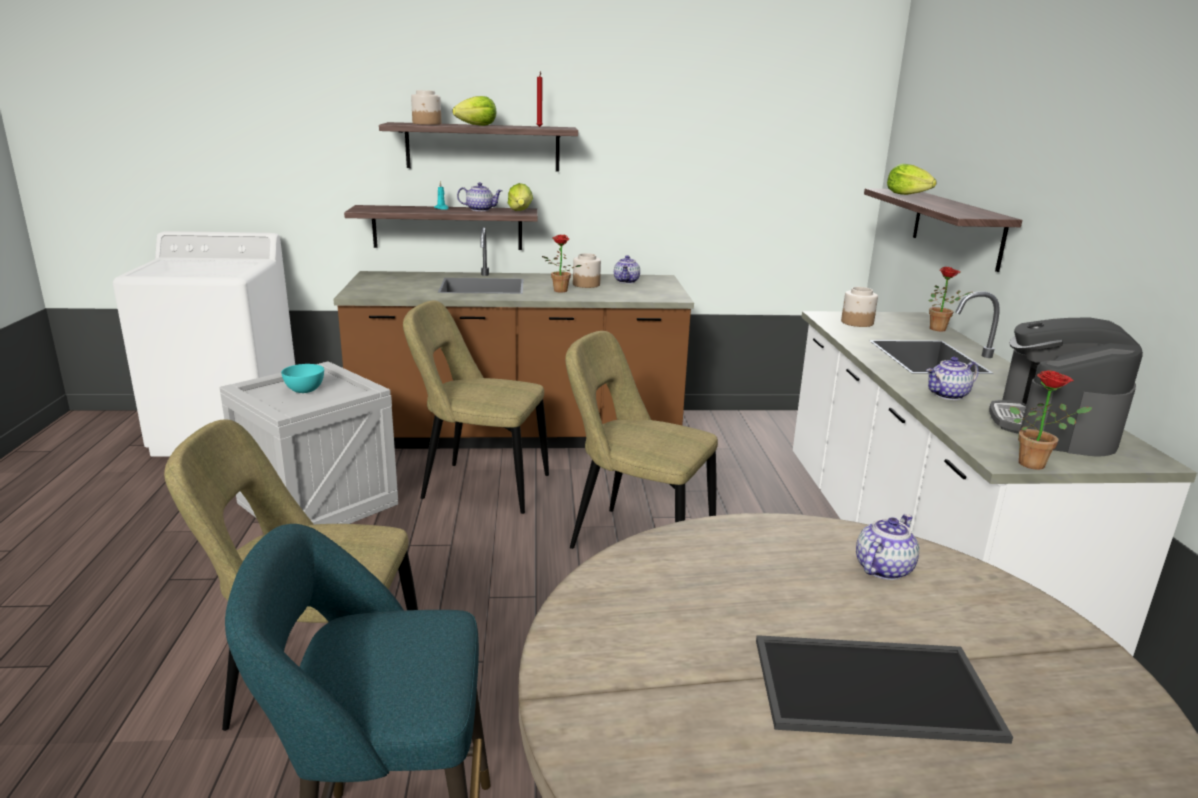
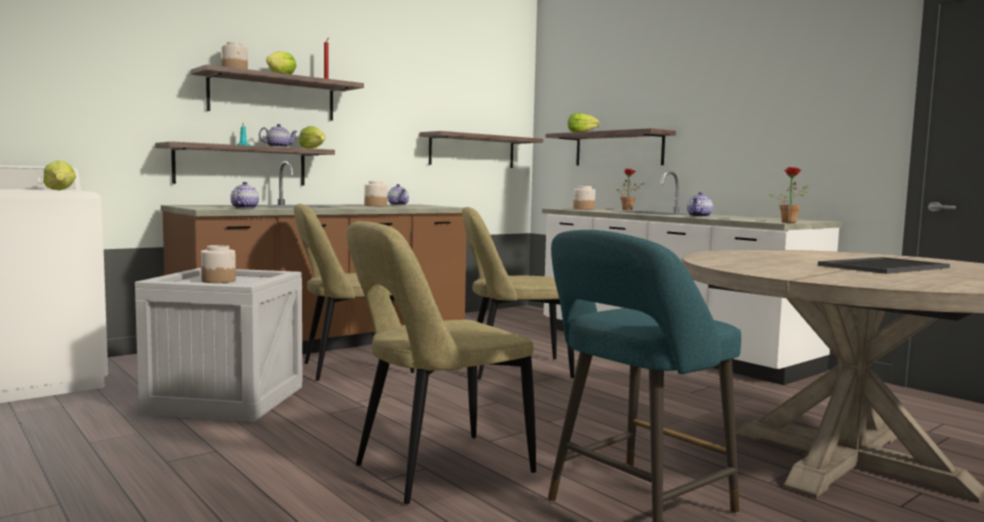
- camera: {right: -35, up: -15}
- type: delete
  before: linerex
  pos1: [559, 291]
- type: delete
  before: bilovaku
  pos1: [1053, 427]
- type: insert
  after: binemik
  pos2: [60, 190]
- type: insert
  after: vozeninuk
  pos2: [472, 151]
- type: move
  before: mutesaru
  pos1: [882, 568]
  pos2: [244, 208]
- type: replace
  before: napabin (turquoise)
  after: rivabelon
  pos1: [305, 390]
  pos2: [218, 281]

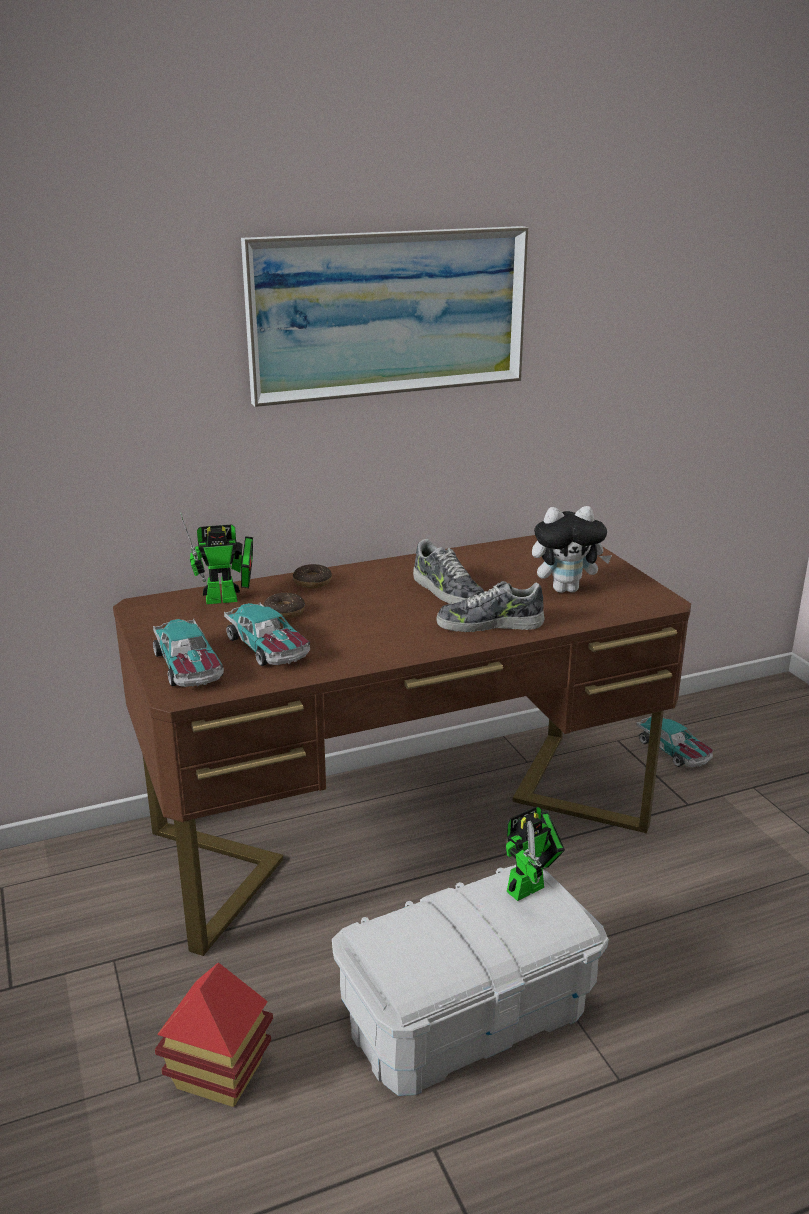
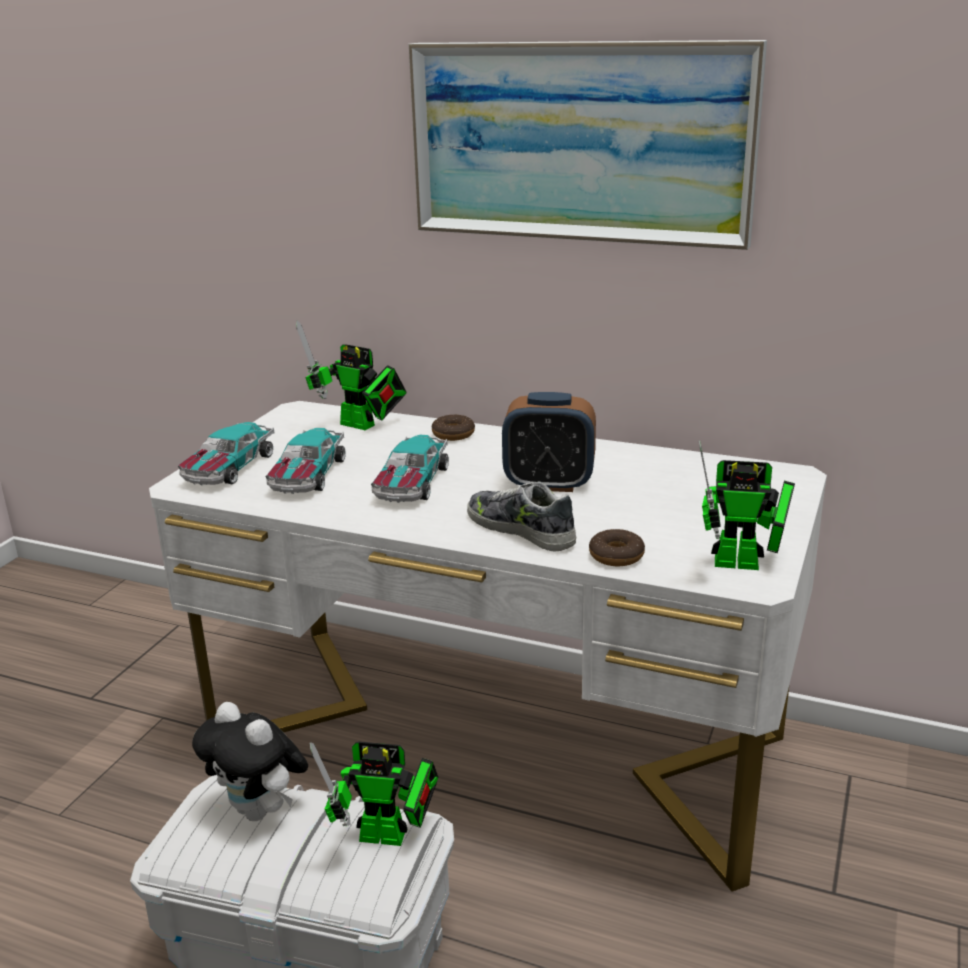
- camera: {right: 45, up: 0}
- type: delete
  before: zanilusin
  pos1: [219, 1075]
- type: insert
  after: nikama
  pos2: [744, 564]
- type: move
  before: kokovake
  pos1: [284, 612]
  pos2: [616, 556]
- type: move
  before: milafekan
  pos1: [566, 589]
  pos2: [260, 811]
- type: move
  before: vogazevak
  pos1: [674, 751]
  pos2: [411, 484]
- type: replace
  before: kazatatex
  after: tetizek
  pos1: [447, 591]
  pos2: [549, 484]
- type: recolor
  before: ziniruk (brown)
  after: ziniruk (white)
  pos1: [403, 830]
  pos2: [493, 741]

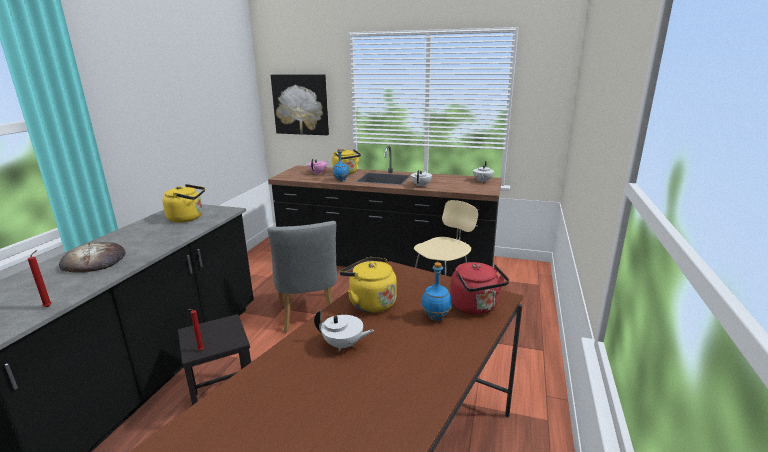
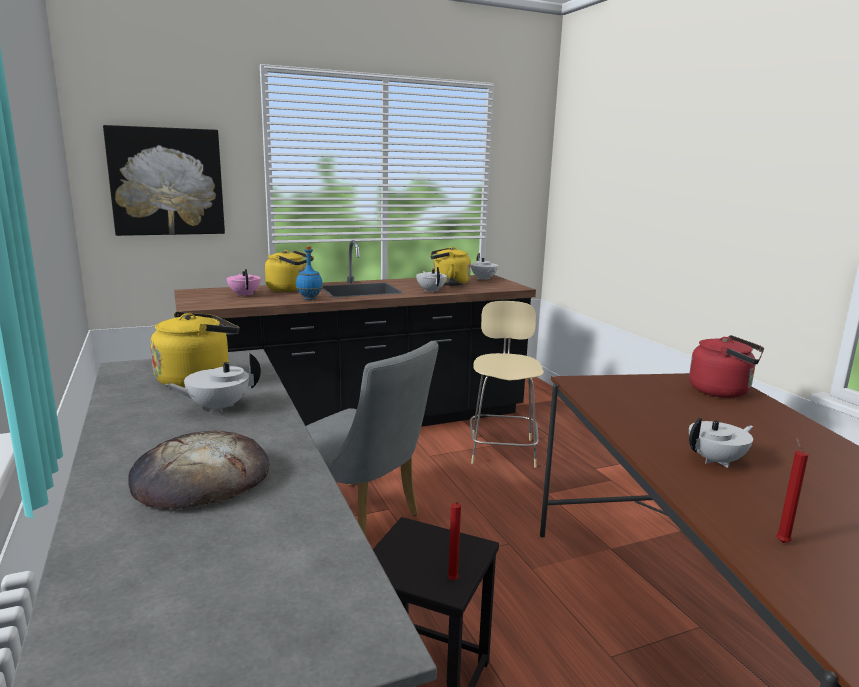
- camera: {right: -40, up: -5}
- type: delete
  before: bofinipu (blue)
  pos1: [435, 317]
- type: insert
  after: mutesaru (white)
  pos2: [218, 408]
- type: move
  before: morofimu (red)
  pos1: [49, 306]
  pos2: [781, 541]
- type: move
  before: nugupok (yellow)
  pos1: [370, 303]
  pos2: [448, 283]

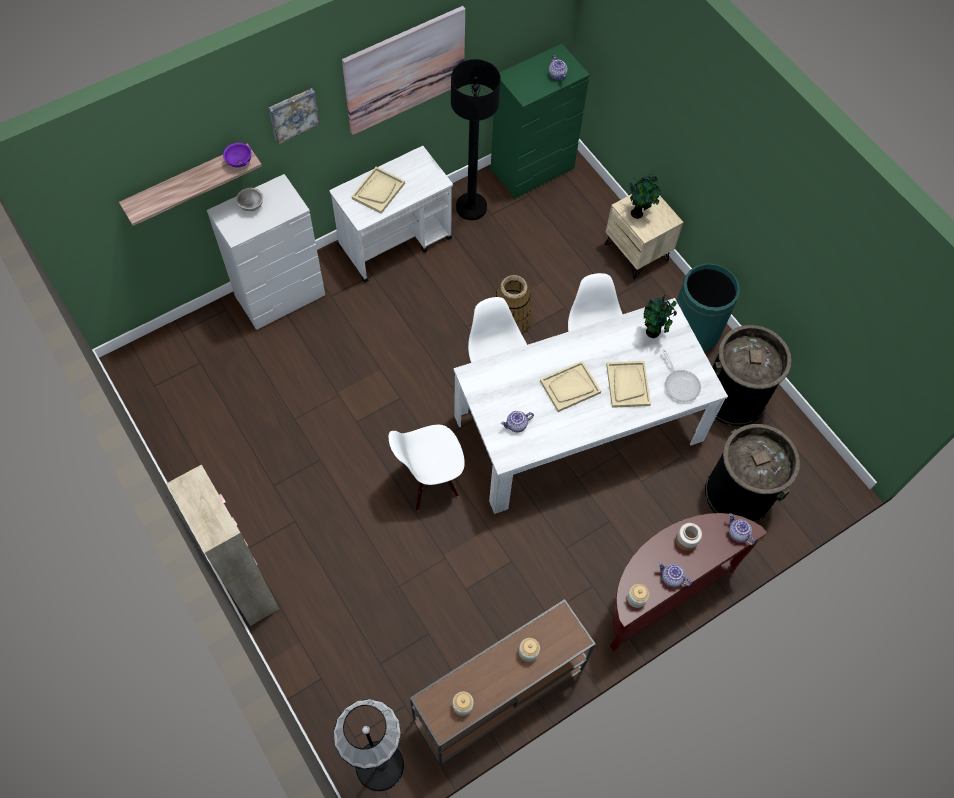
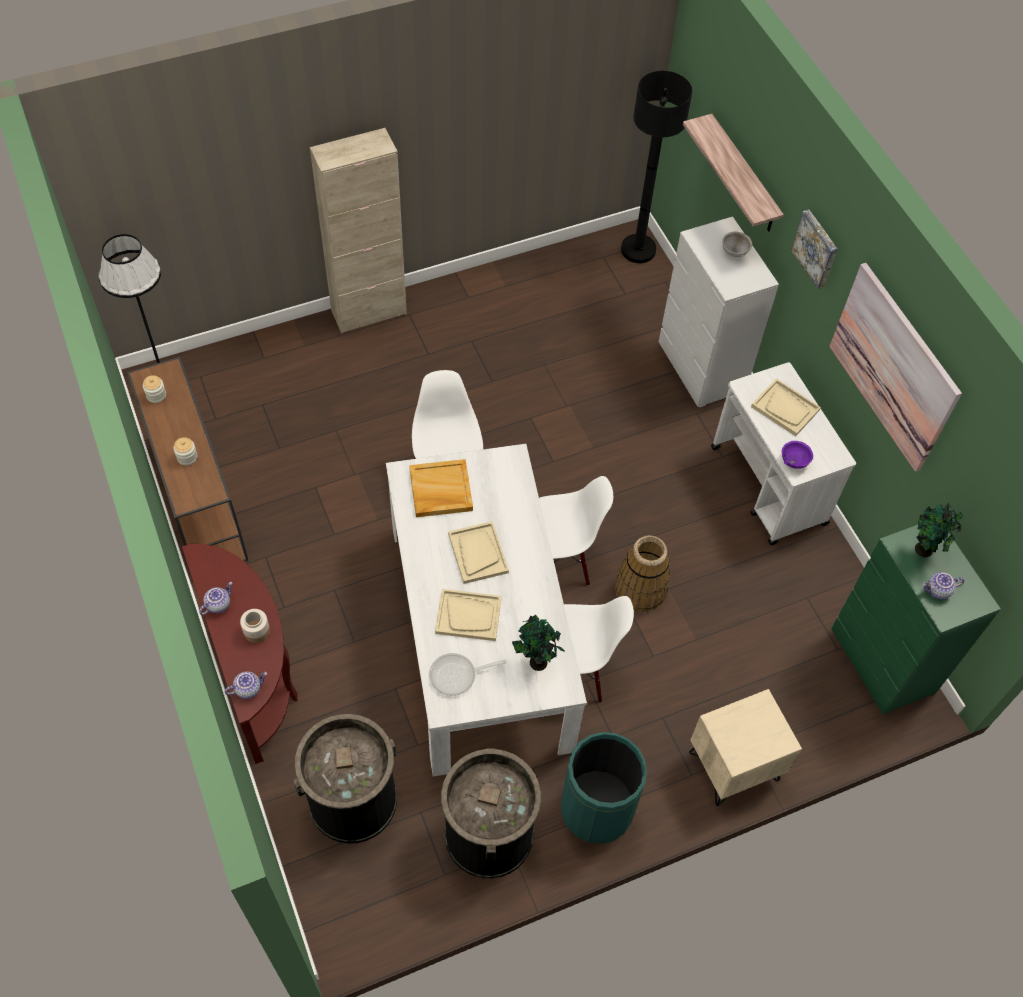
- camera: {right: 100, up: -5}
- type: delete
  before: rivabelon
  pos1: [636, 598]
- type: move
  before: napabin (purple)
  pos1: [239, 162]
  pos2: [793, 461]
- type: move
  before: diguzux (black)
  pos1: [471, 207]
  pos2: [638, 249]
- type: move
  before: linerex
  pos1: [638, 213]
  pos2: [924, 551]
- type: replace
  before: mutesaru
  after: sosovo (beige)
  pos1: [516, 425]
  pos2: [440, 490]

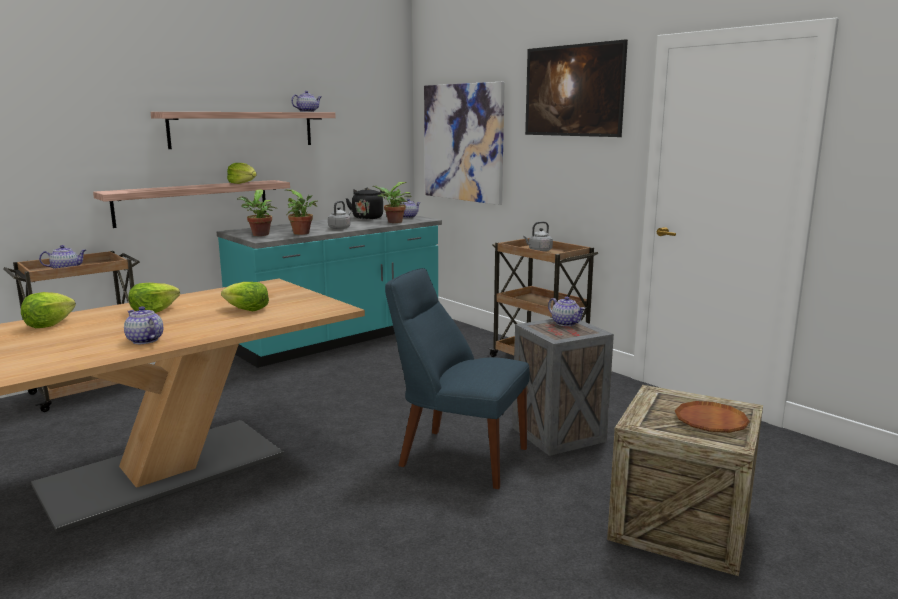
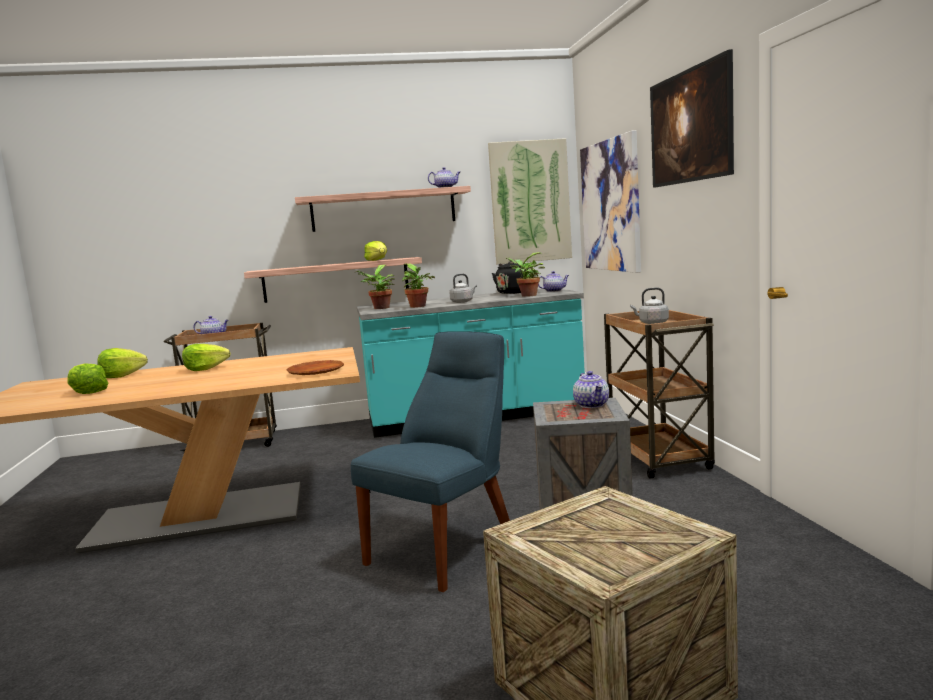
- camera: {right: 30, up: -5}
- type: delete
  before: mutesaru
  pos1: [144, 340]
- type: insert
  after: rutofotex
  pos2: [530, 202]
- type: move
  before: binemik
  pos1: [246, 309]
  pos2: [88, 392]
- type: move
  before: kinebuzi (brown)
  pos1: [710, 422]
  pos2: [316, 372]
- type: rotate
  before: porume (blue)
  pos1: [457, 456]
  pos2: [447, 548]
  turn: 75

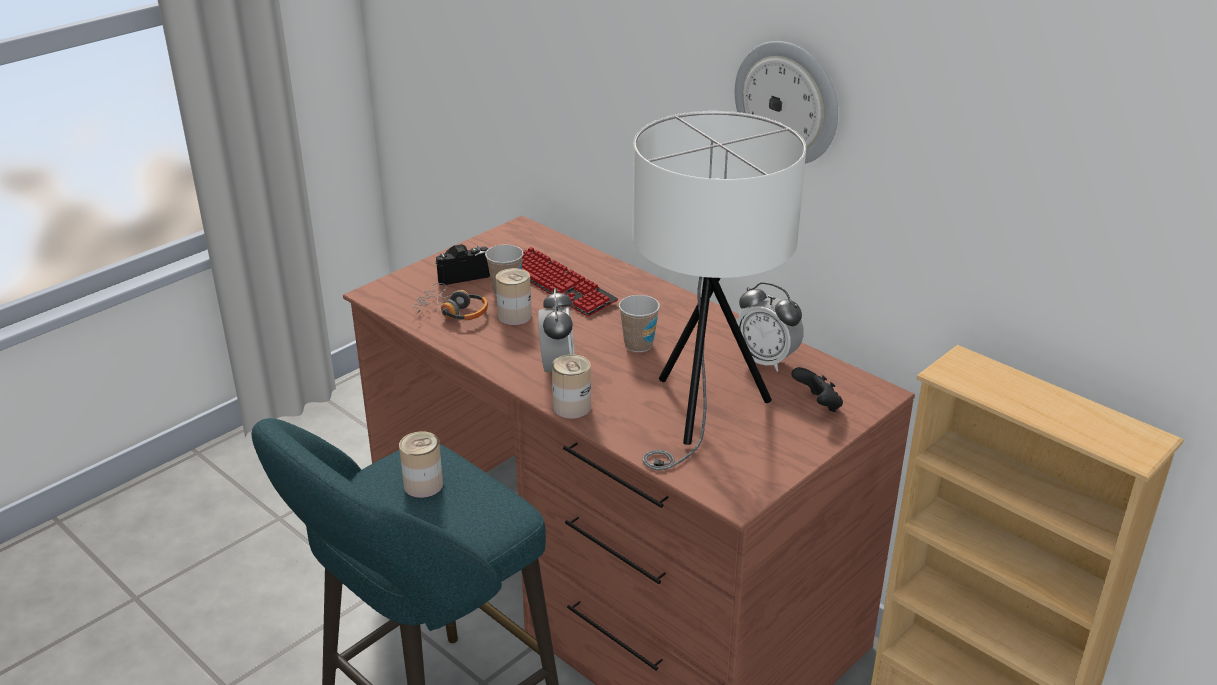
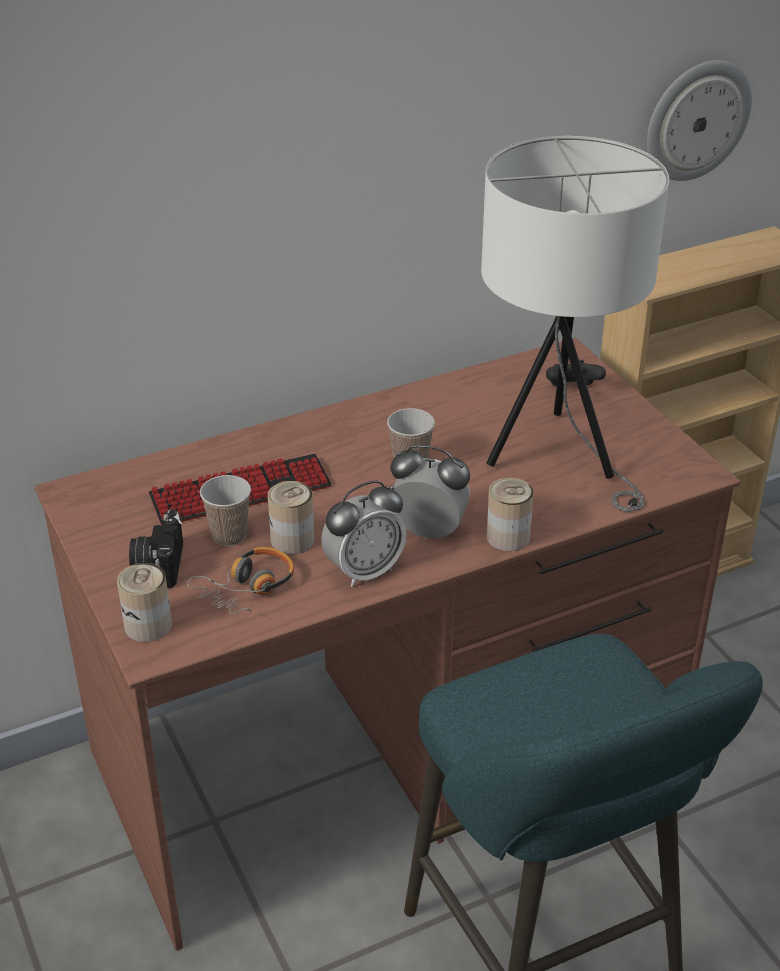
- camera: {right: -70, up: 5}
- type: move
  before: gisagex
  pos1: [423, 485]
  pos2: [148, 625]
- type: move
  before: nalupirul
  pos1: [787, 102]
  pos2: [696, 120]
- type: move
  before: tetizek
  pos1: [766, 360]
  pos2: [364, 571]

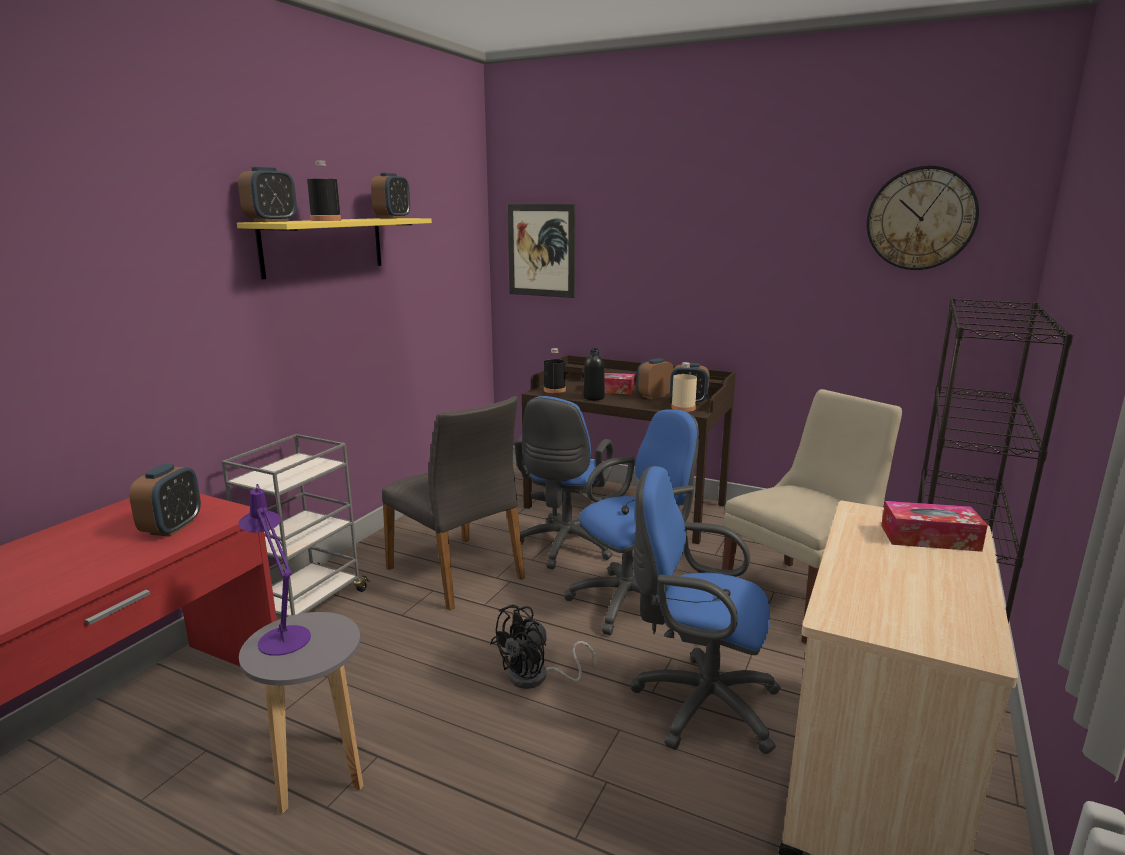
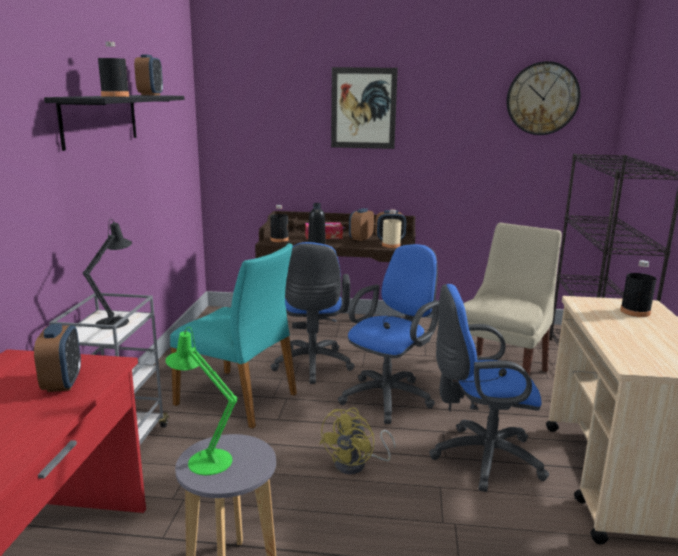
- camera: {right: -20, up: 0}
- type: delete
  before: tetizek
  pos1: [271, 221]
- type: insert
  after: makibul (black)
  pos2: [115, 321]
- type: move
  before: rutofotex
  pos1: [541, 250]
  pos2: [363, 108]
- type: replace
  before: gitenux
  after: bofinipu (black)
  pos1: [929, 538]
  pos2: [635, 312]
- type: recolor
  before: vozeninuk (yellow)
  after: vozeninuk (black)
  pos1: [324, 246]
  pos2: [100, 120]
- type: recolor
  before: makibul (purple)
  after: makibul (green)
  pos1: [282, 636]
  pos2: [205, 459]
- type: recolor
  before: porume (grey)
  after: porume (turquoise)
  pos1: [457, 572]
  pos2: [238, 398]
- type: recolor
  before: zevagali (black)
  after: zevagali (yellow)
  pos1: [537, 678]
  pos2: [357, 464]

